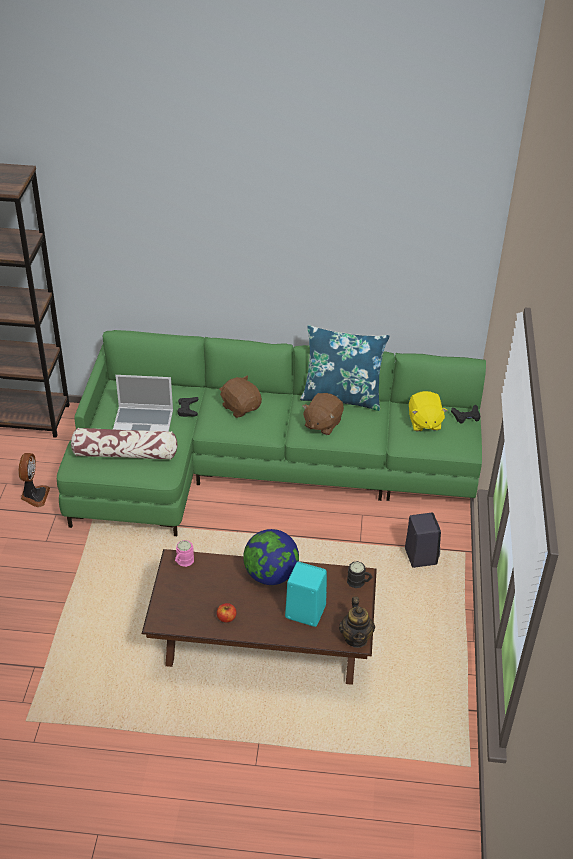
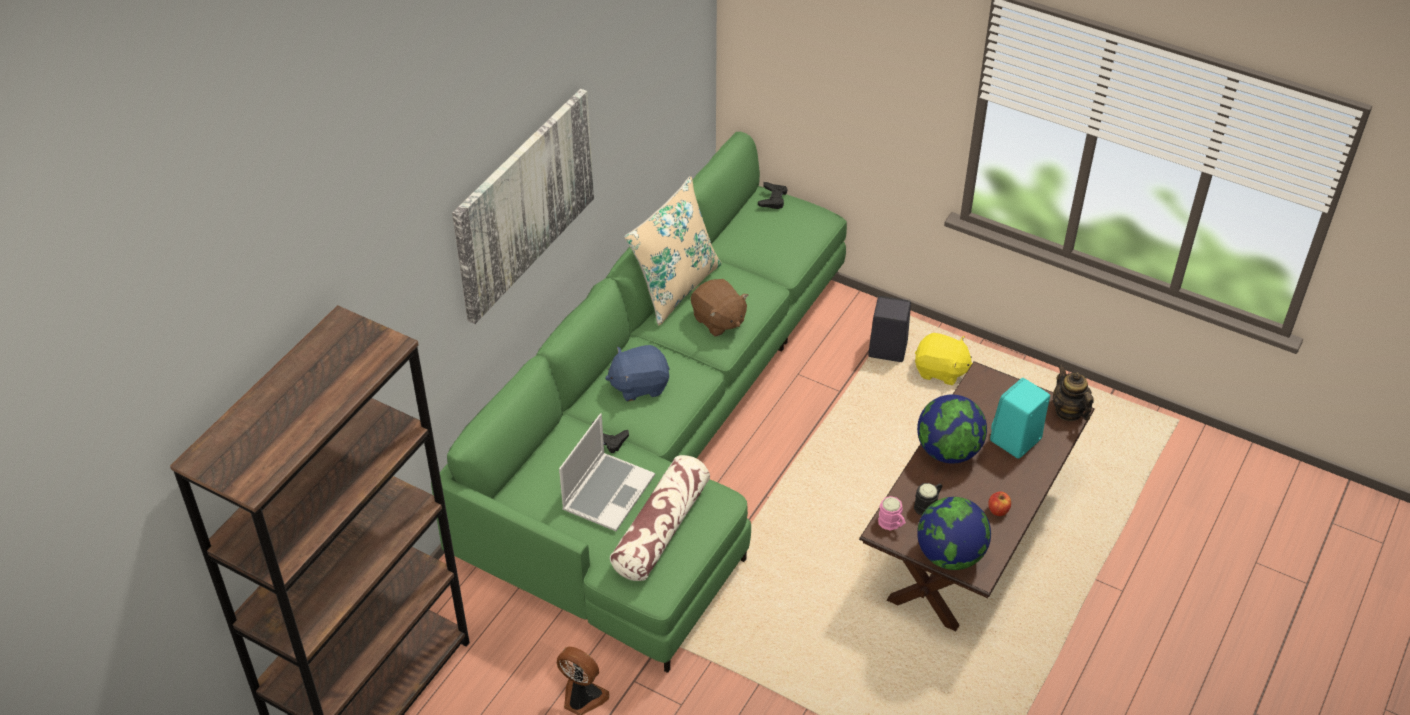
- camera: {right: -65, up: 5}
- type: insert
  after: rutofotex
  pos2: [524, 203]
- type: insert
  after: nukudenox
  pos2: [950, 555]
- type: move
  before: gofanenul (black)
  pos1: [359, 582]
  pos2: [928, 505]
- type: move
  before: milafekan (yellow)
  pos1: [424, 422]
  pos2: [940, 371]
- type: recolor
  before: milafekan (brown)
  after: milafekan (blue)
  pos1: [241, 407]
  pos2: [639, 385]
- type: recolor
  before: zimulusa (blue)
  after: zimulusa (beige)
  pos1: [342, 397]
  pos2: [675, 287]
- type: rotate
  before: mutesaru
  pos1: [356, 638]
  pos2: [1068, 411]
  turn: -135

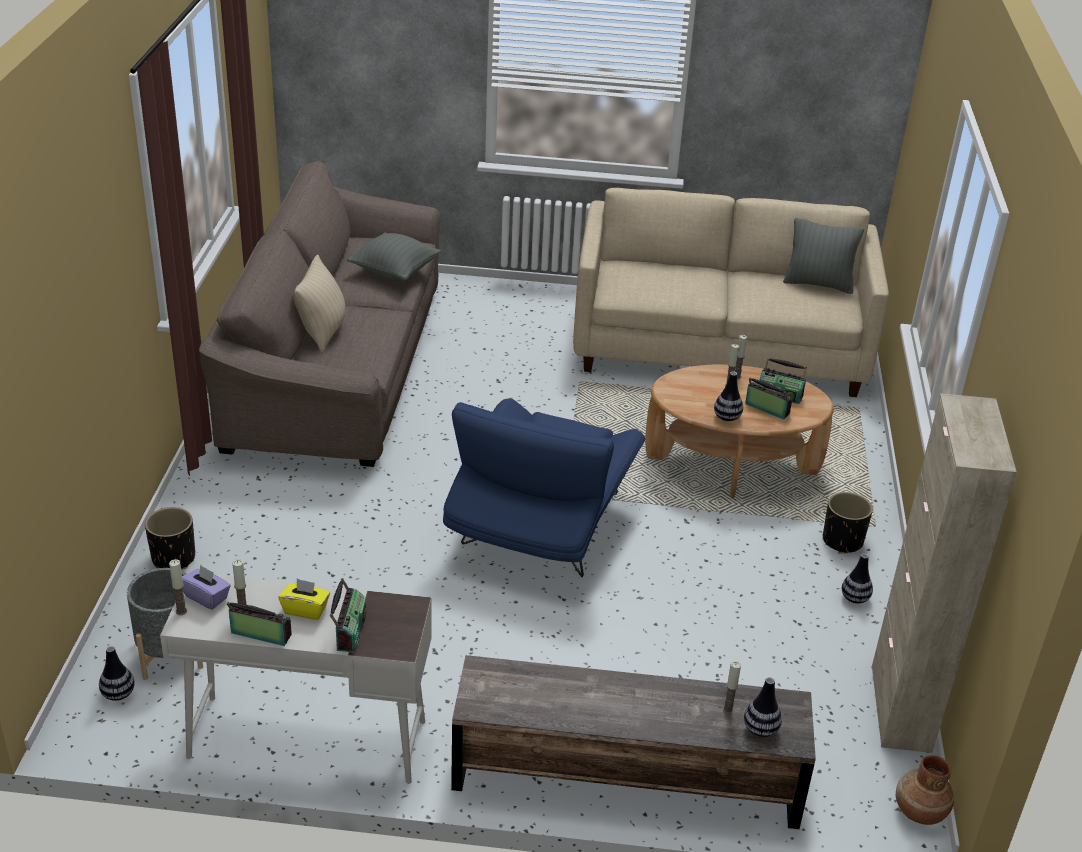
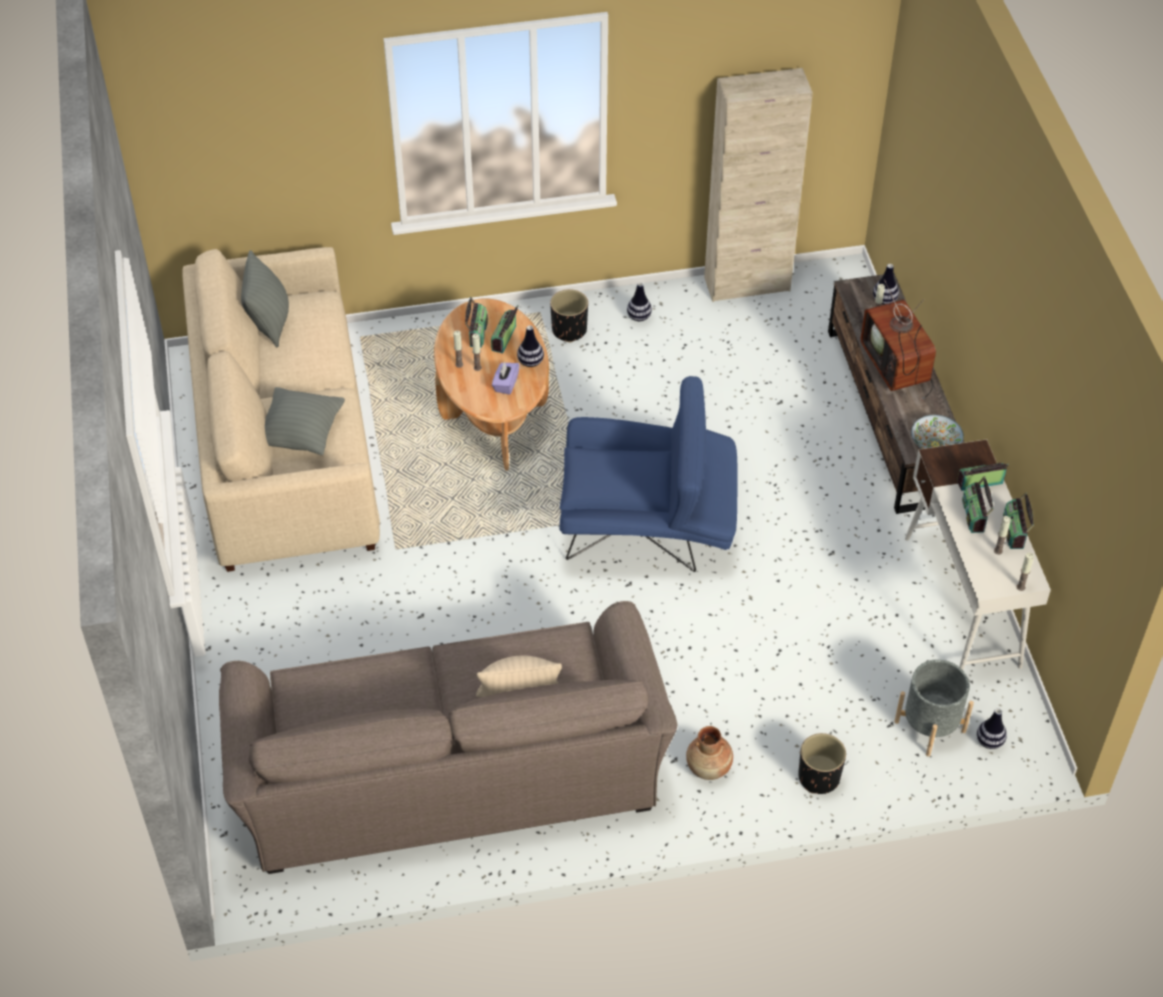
- camera: {right: -105, up: 15}
- type: insert
  after: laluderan
  pos2: [898, 366]
- type: insert
  after: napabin
  pos2: [935, 444]
- type: move
  before: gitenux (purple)
  pos1: [206, 597]
  pos2: [505, 384]
- type: move
  before: zimulusa (grey)
  pos1: [395, 273]
  pos2: [301, 434]
- type: move
  before: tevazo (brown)
  pos1: [919, 811]
  pos2: [709, 767]
- type: replace
  before: gitenux (yellow)
  after: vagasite
  pos1: [305, 609]
  pos2: [974, 515]

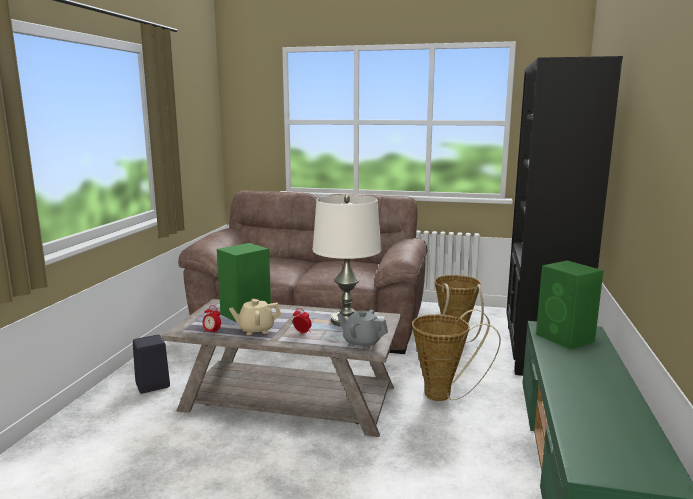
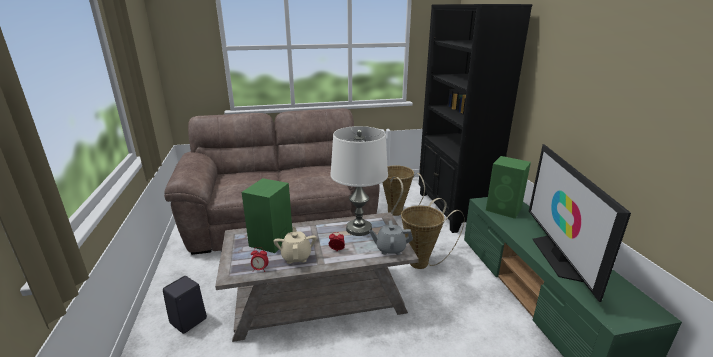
- camera: {right: -25, up: 10}
- type: insert
  after: laluderan
  pos2: [558, 257]
- type: rotate
  before: mutesaru (beige)
  pos1: [256, 330]
  pos2: [296, 257]
  turn: 120

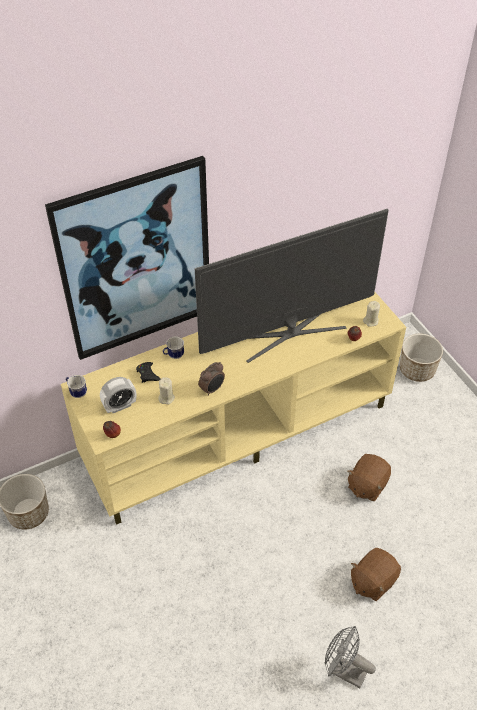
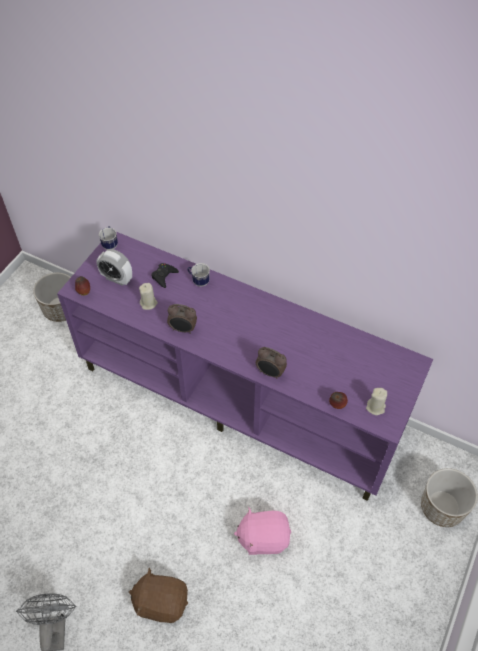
- camera: {right: 55, up: 5}
- type: delete
  before: rutofotex
  pos1: [136, 262]
- type: delete
  before: laluderan
  pos1: [289, 332]
- type: insert
  after: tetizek
  pos2: [270, 373]
- type: recolor
  before: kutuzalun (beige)
  after: kutuzalun (purple)
  pos1: [239, 433]
  pos2: [239, 399]
- type: recolor
  before: milafekan (brown)
  after: milafekan (pink)
  pos1: [367, 485]
  pos2: [263, 537]

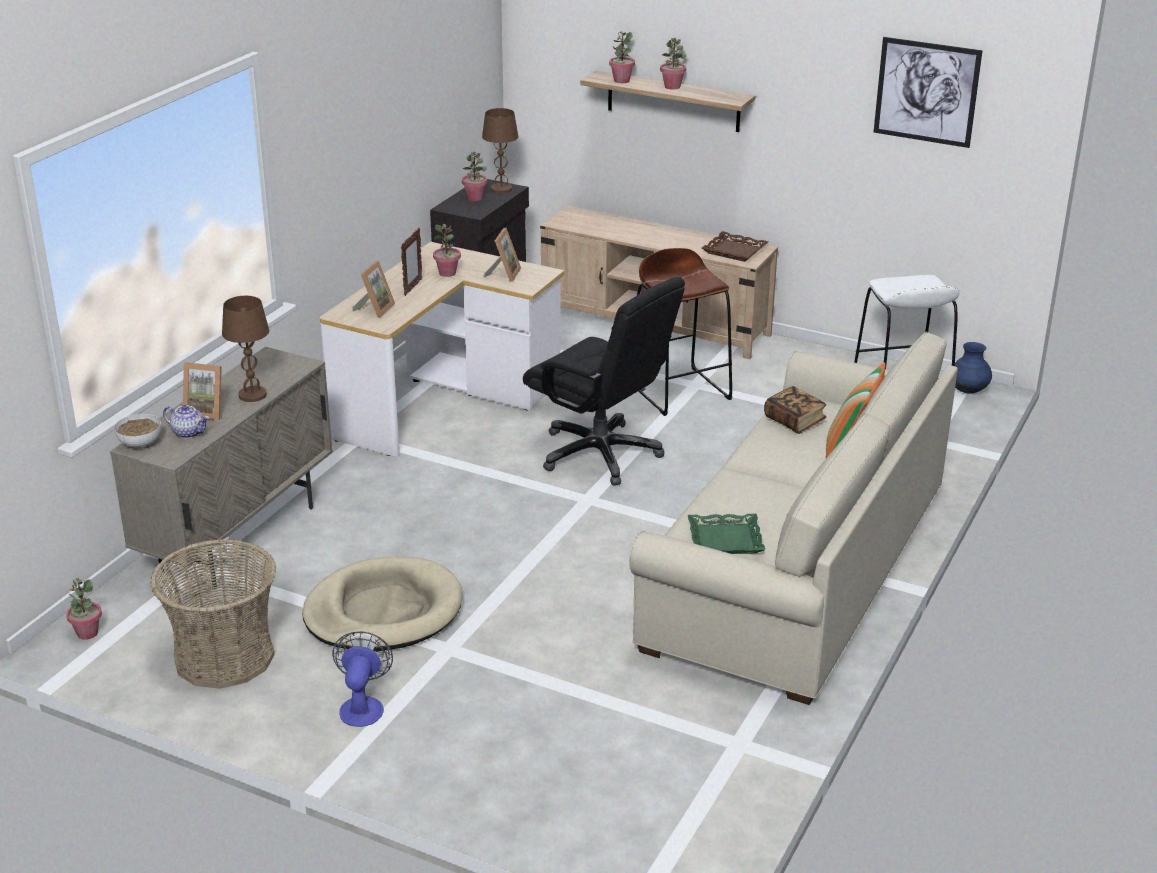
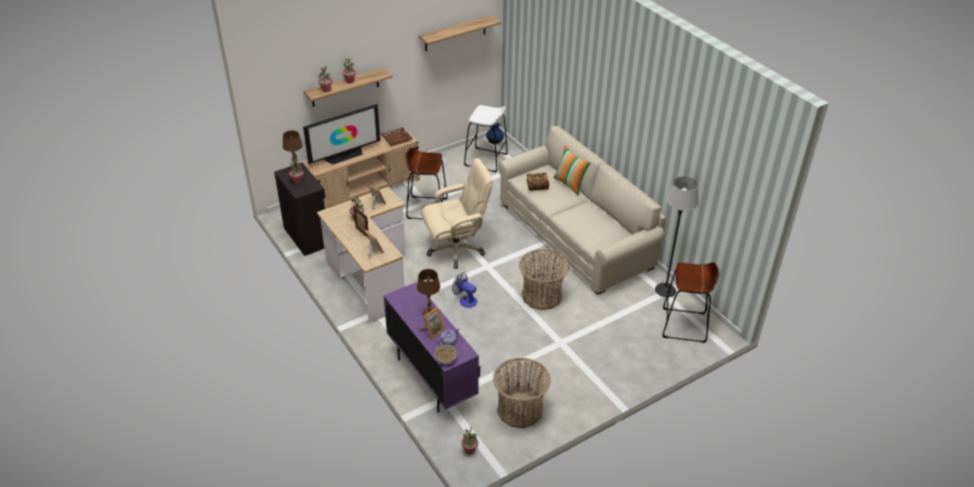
- camera: {right: -60, up: 10}
- type: delete
  before: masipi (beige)
  pos1: [383, 611]
- type: delete
  before: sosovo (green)
  pos1: [725, 539]
- type: insert
  after: laluderan
  pos2: [344, 156]
- type: insert
  after: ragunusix
  pos2: [542, 295]
- type: insert
  after: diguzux
  pos2: [665, 290]
- type: insert
  after: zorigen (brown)
  pos2: [684, 325]
- type: move
  before: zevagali
  pos1: [362, 706]
  pos2: [465, 300]
- type: replace
  before: rutofotex
  after: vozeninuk
  pos1: [926, 92]
  pos2: [455, 33]
- type: recolor
  before: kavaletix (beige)
  after: kavaletix (purple)
  pos1: [239, 538]
  pos2: [431, 378]
- type: recolor
  before: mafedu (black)
  after: mafedu (beige)
  pos1: [601, 454]
  pos2: [456, 249]

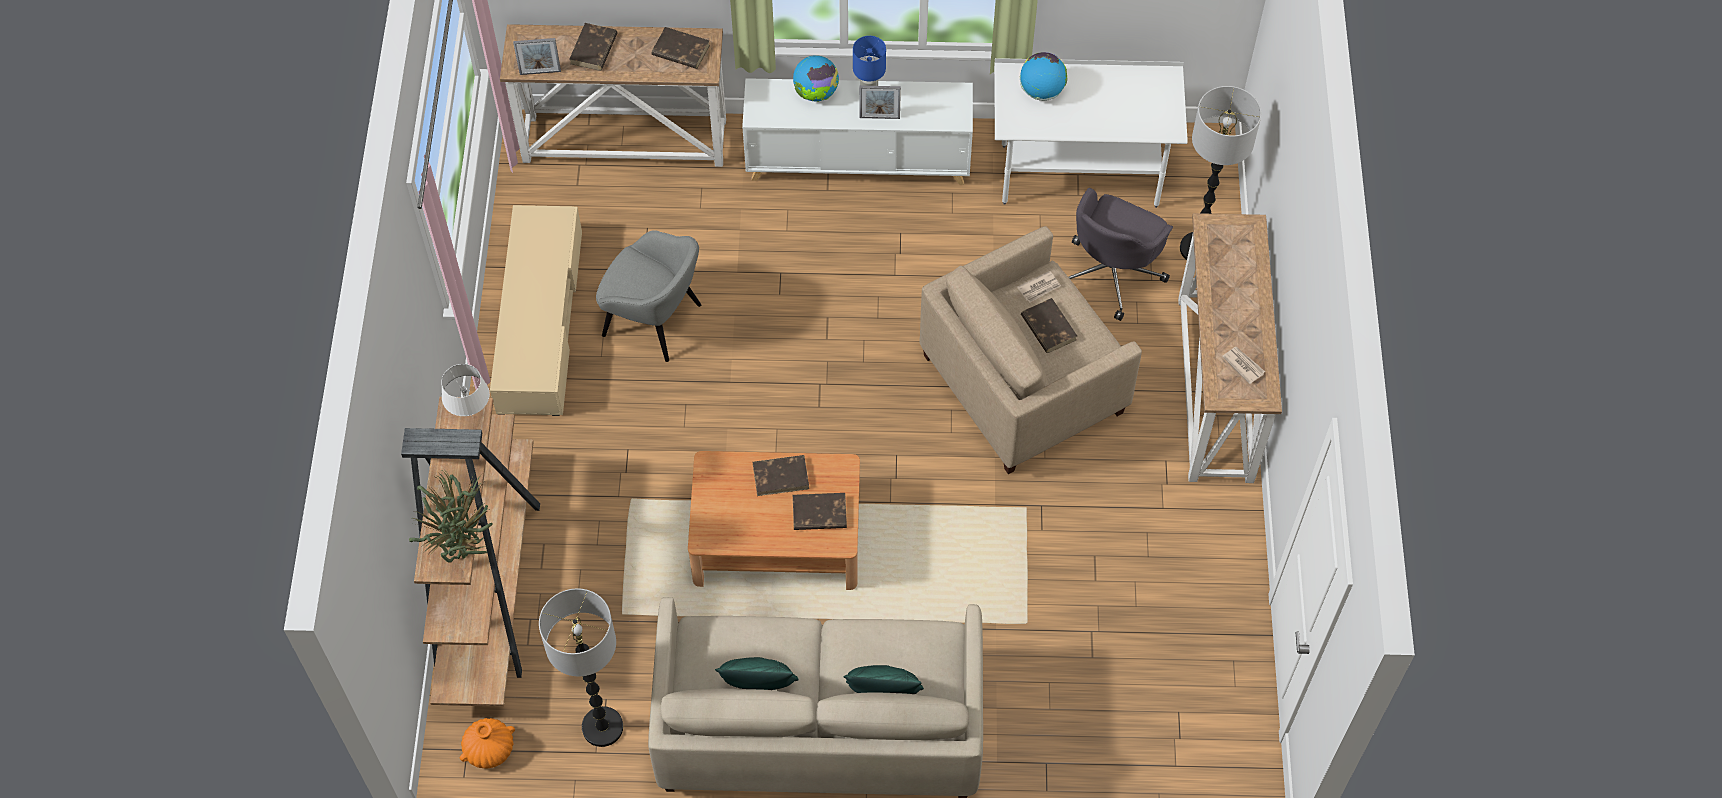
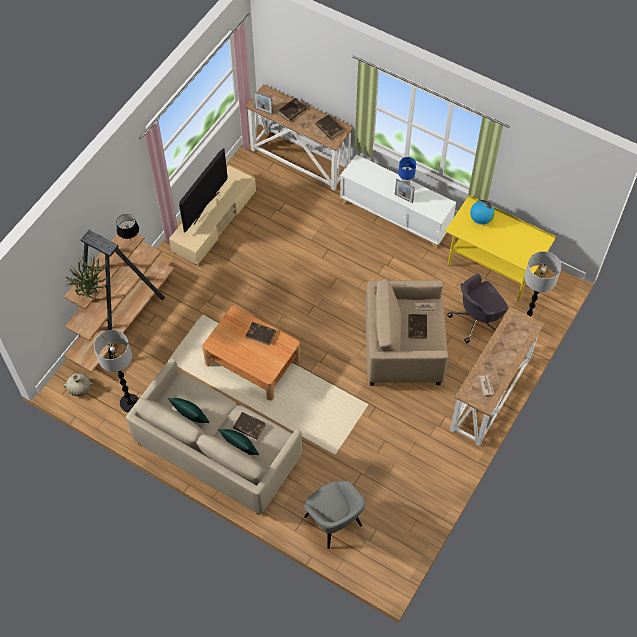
- camera: {right: 30, up: 0}
- type: delete
  before: nukudenox
  pos1: [816, 93]
- type: insert
  after: laluderan
  pos2: [206, 208]
- type: move
  before: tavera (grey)
  pos1: [654, 321]
  pos2: [334, 522]
- type: move
  before: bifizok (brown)
  pos1: [819, 513]
  pos2: [249, 426]
- type: recolor
  before: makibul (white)
  after: makibul (black)
  pos1: [472, 416]
  pos2: [131, 240]
- type: recolor
  before: tevazo (orange)
  after: tevazo (beige)
  pos1: [489, 749]
  pos2: [79, 388]
- type: recolor
  before: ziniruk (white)
  after: ziniruk (yellow)
  pos1: [1079, 175]
  pos2: [491, 269]

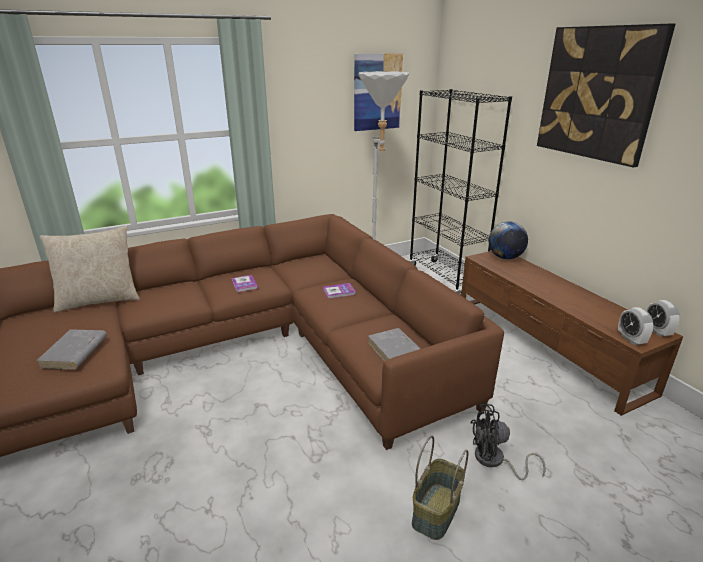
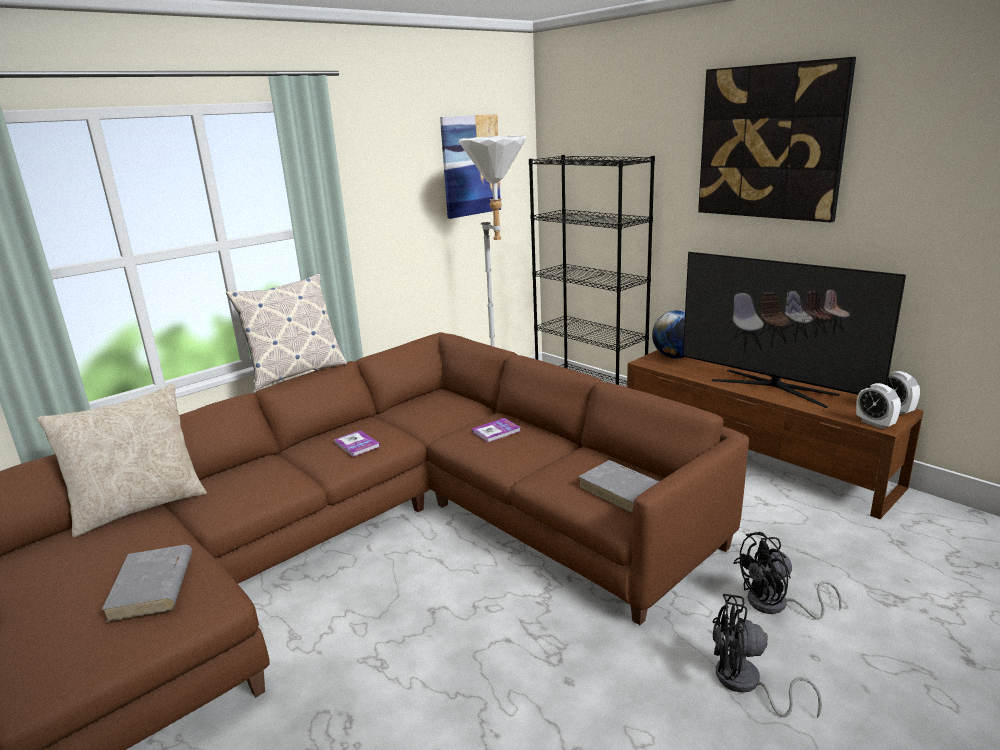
- camera: {right: -15, up: -5}
- type: insert
  after: zimulusa
  pos2: [296, 373]
- type: insert
  after: laluderan
  pos2: [773, 387]
- type: replace
  before: ragunusix
  after: zevagali (black)
  pos1: [437, 512]
  pos2: [745, 684]

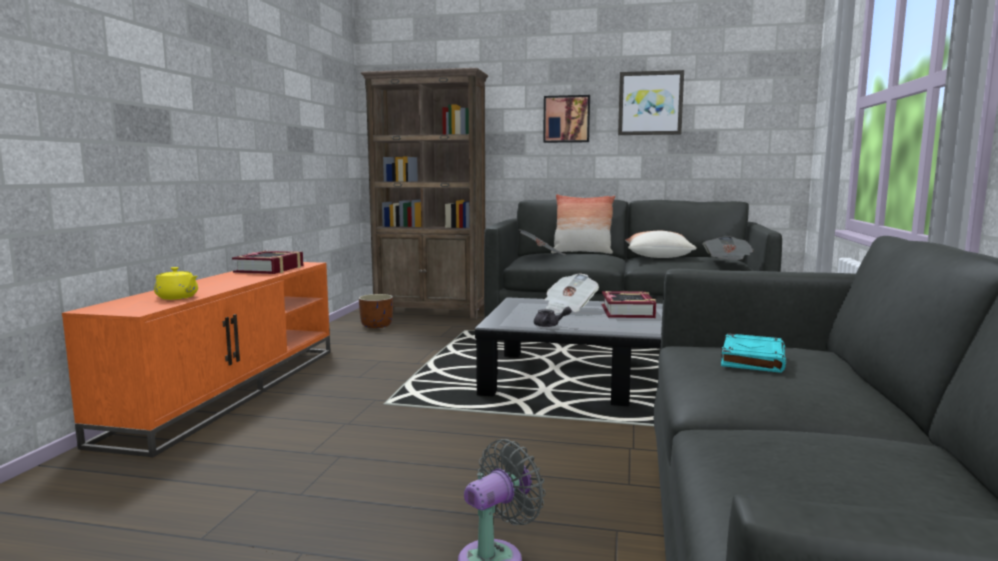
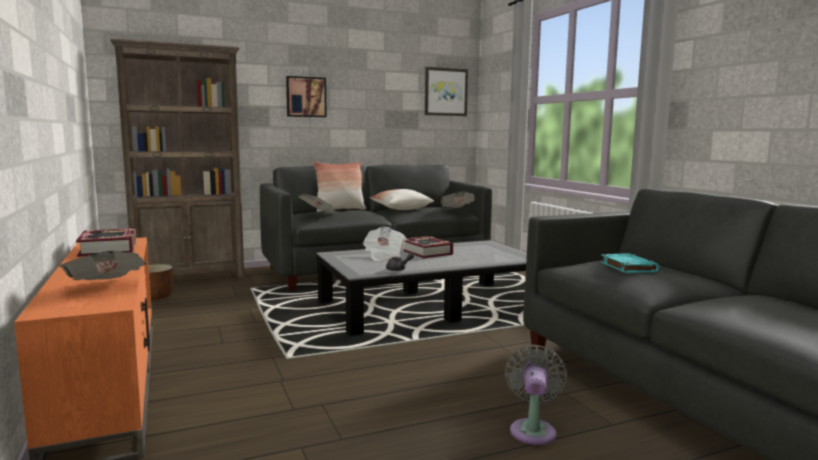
- camera: {right: -35, up: 0}
- type: move
  before: rutofotex
  pos1: [650, 103]
  pos2: [445, 92]
- type: replace
  before: mutesaru (yellow)
  after: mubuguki
  pos1: [178, 297]
  pos2: [106, 287]

